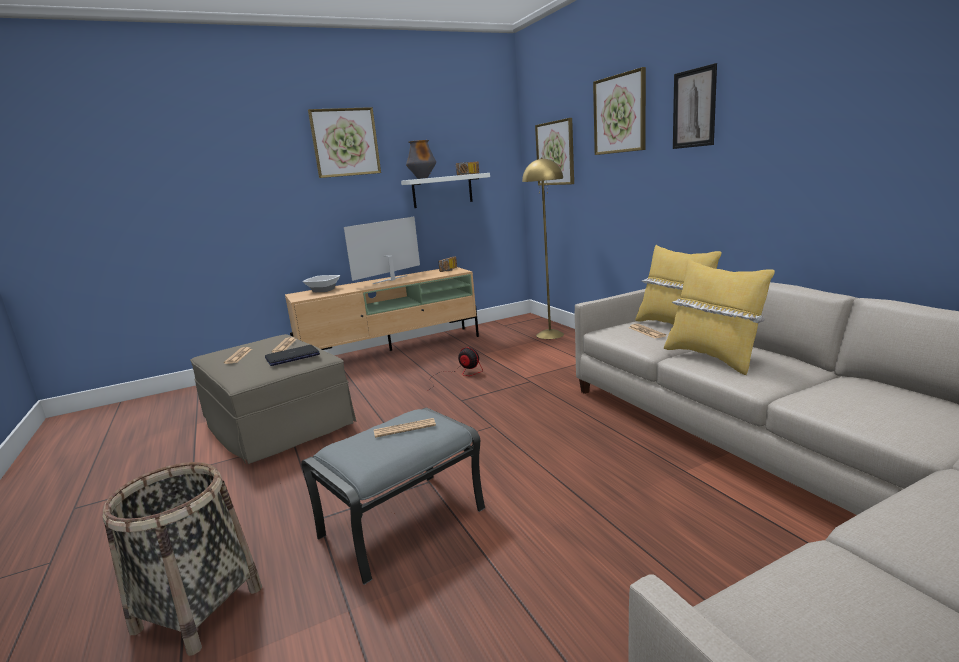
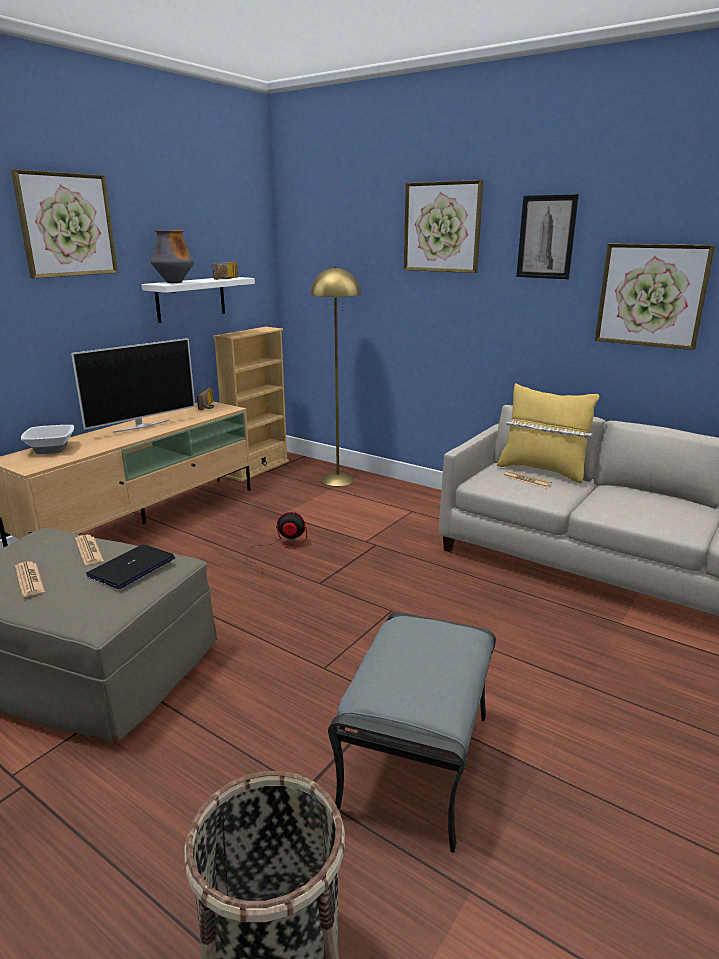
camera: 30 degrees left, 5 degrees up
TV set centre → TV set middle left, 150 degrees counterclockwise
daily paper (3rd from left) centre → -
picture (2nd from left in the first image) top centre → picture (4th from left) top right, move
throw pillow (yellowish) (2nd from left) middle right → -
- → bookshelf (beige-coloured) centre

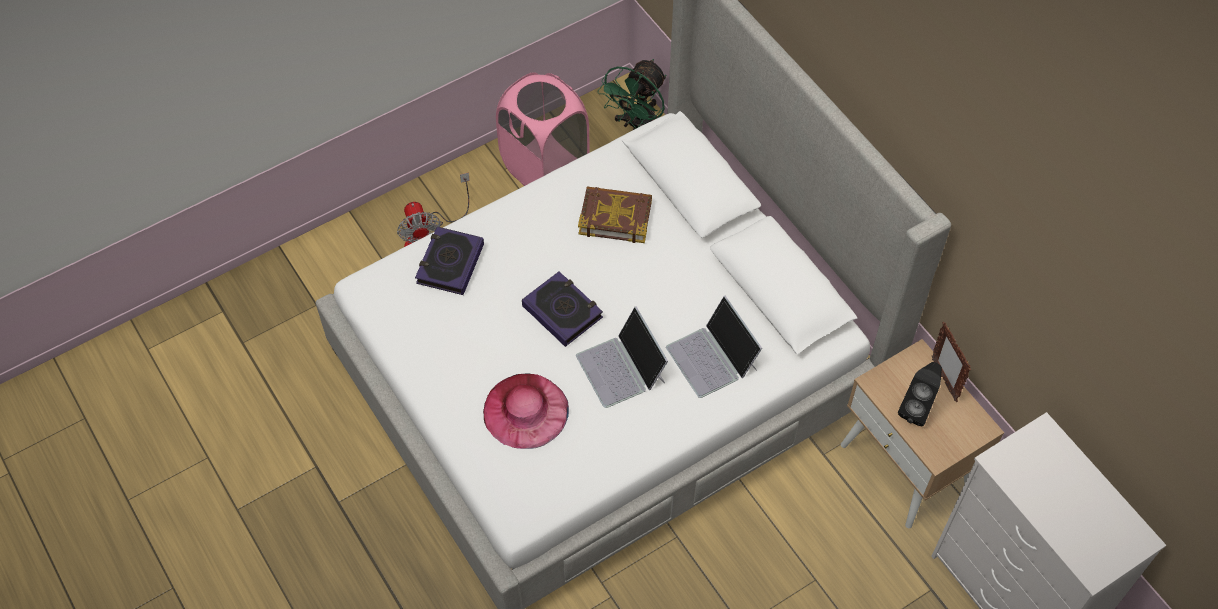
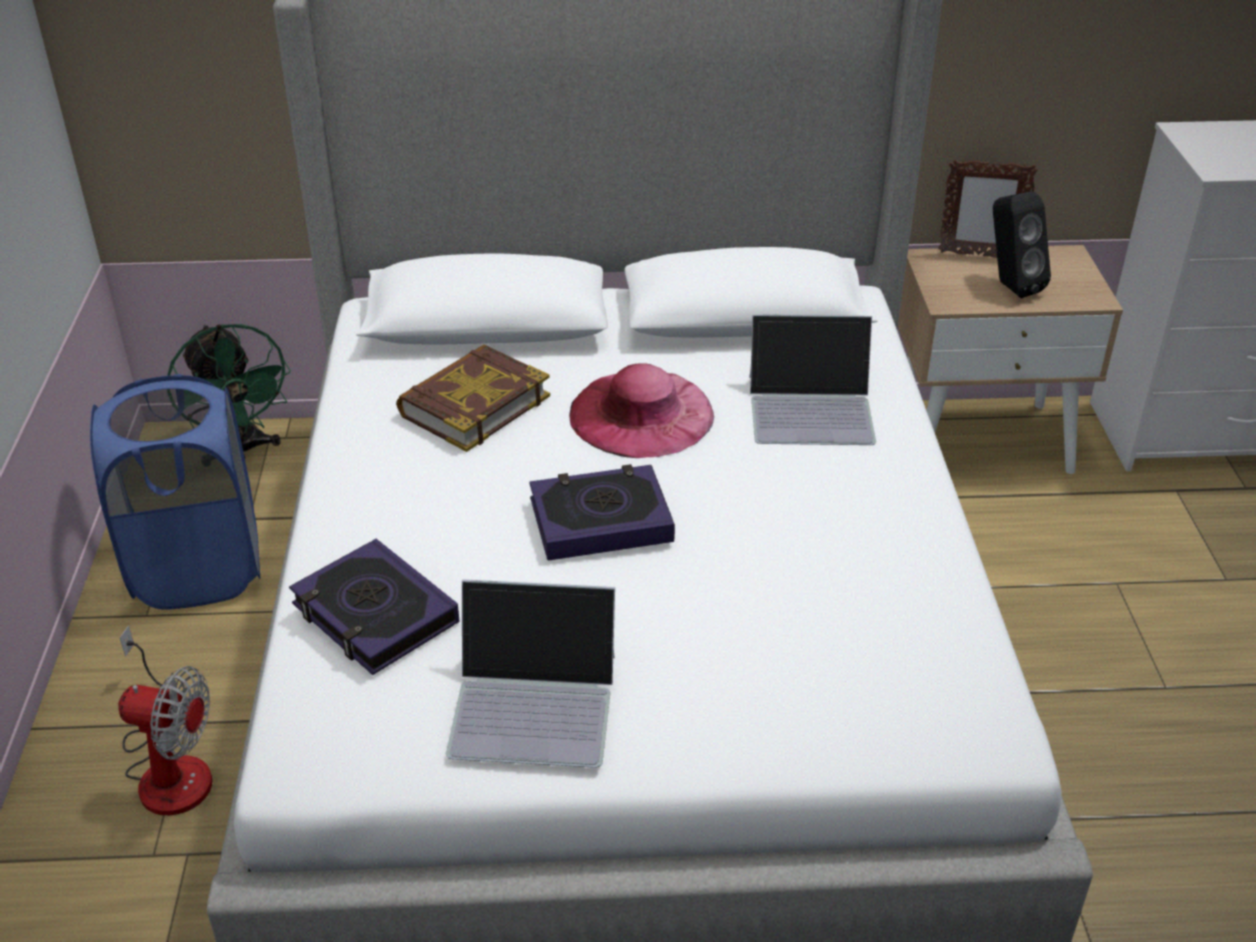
camera: 60 degrees left, 20 degrees down
hat (pink-coloured) bottom centre → hat (pink-coloured) centre, move
hamper (pink-coloured) top centre → hamper (bluish) middle left
notebook computer (1st from left) centre → notebook computer (1st from left) bottom centre, move

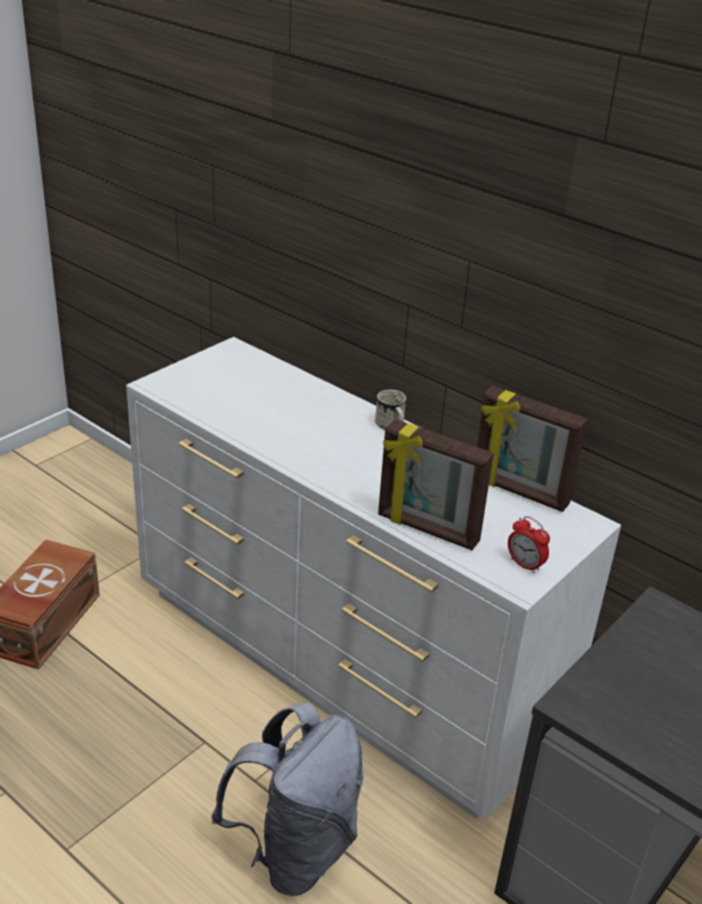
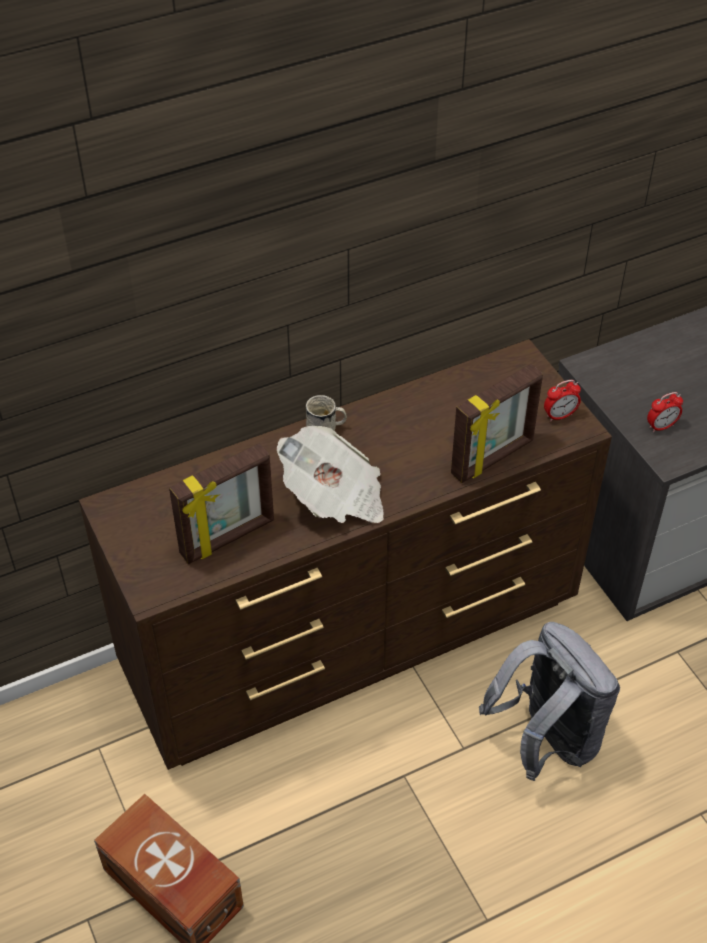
camera: 65 degrees left, 15 degrees up
drawer chest (white) centre → drawer chest (brown) centre
picture frame (2nd from left in the first image) middle right → picture frame (1st from left) middle left, move
- → daily paper centre
- → table clock (2nd from left) middle right

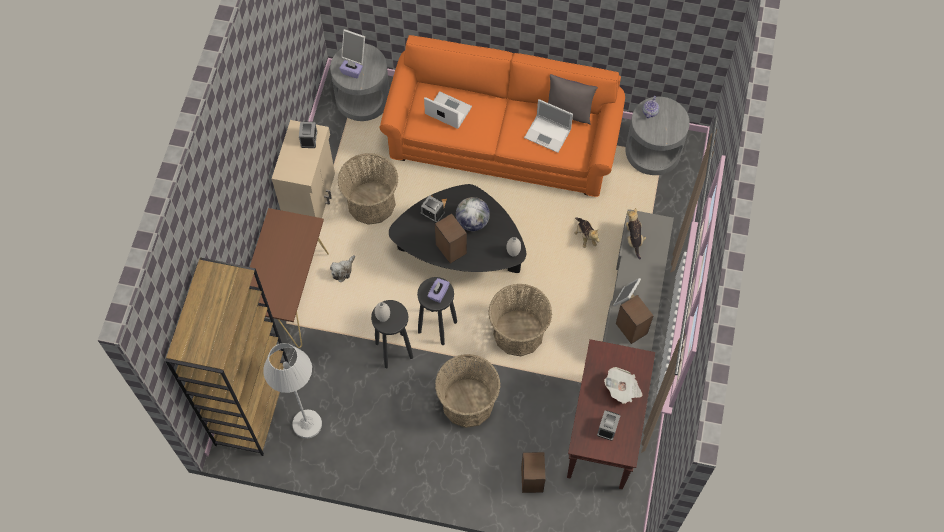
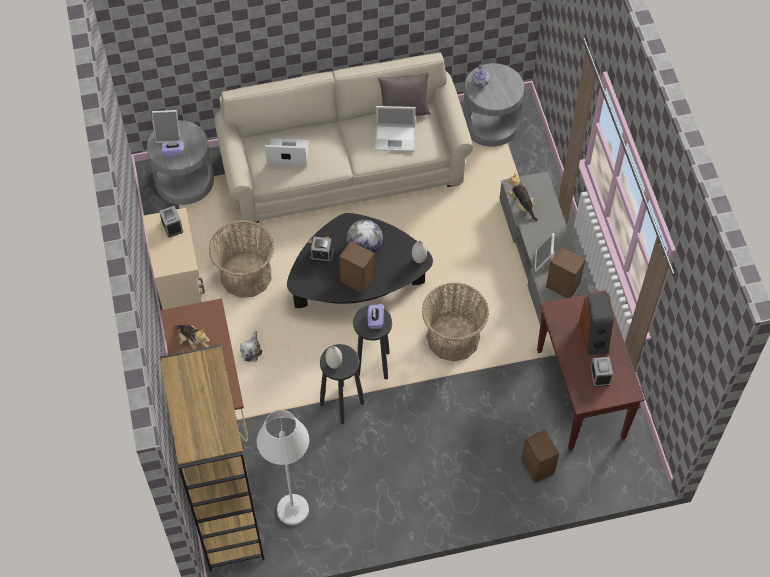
camera: 25 degrees left, 5 degrees down
settee (orange) top centre → settee (beige-coloured) top centre
household basket (2nd from left) bottom centre → -
soft toy (2nd from left in the first image) centre → soft toy (1st from left) middle left, move
daily paper bottom centre → loudspeaker (4th from left) middle right

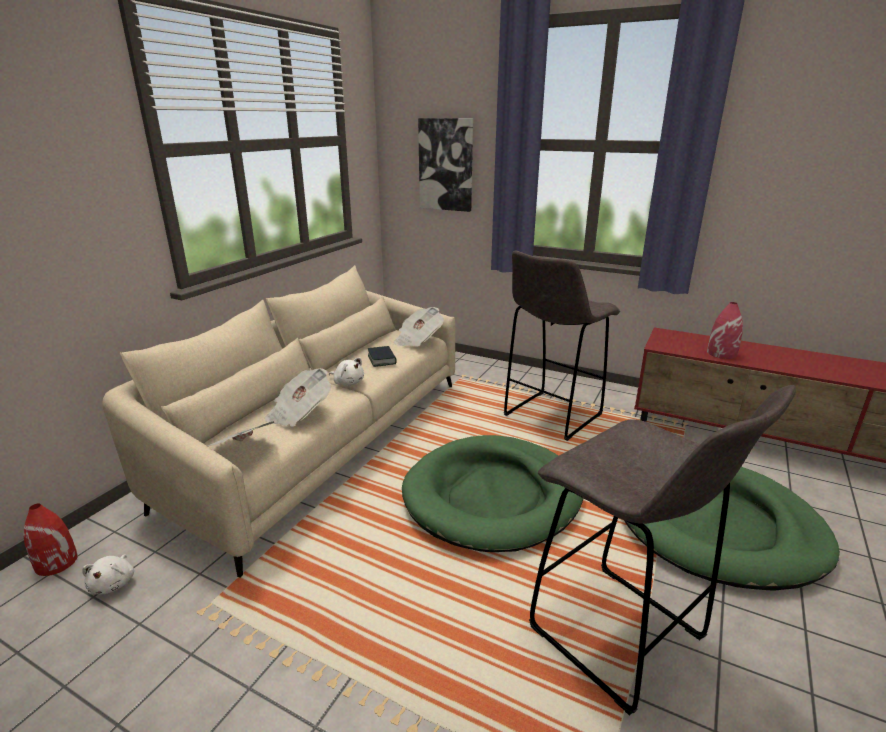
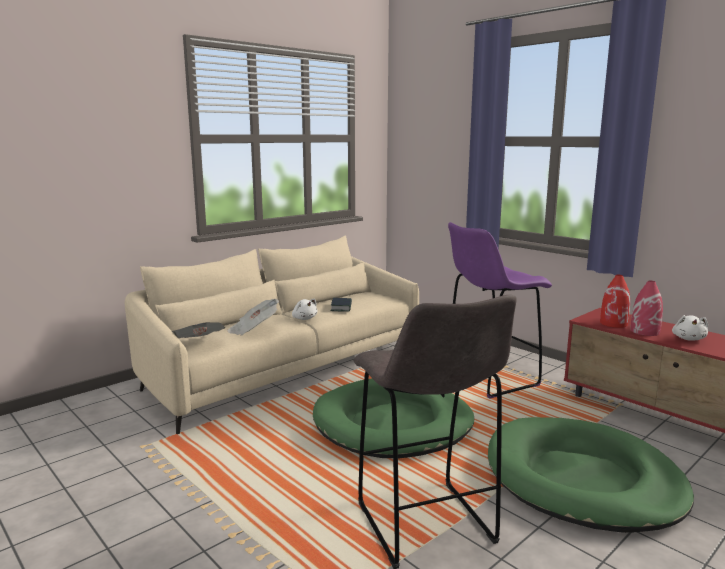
camera: 20 degrees right, 10 degrees down
decorative vase (red) (1st from left) bottom left → decorative vase (red) (1st from left) middle right, move
soft toy (white) (1st from left in the first image) bottom left → soft toy (white) (2nd from left) middle right, move
daily paper (3rd from left) centre → -
picture top centre → -
stool (gray) (1st from left) centre → stool (purplish) middle right

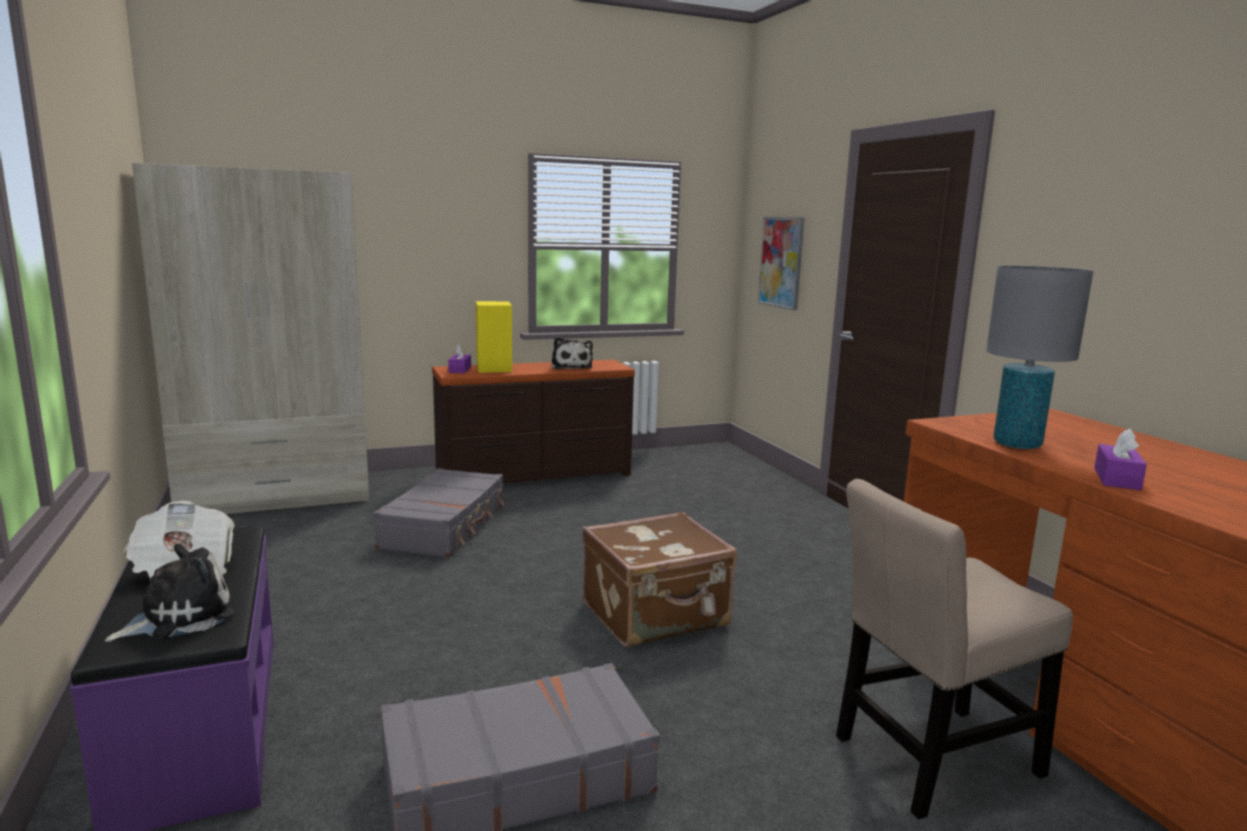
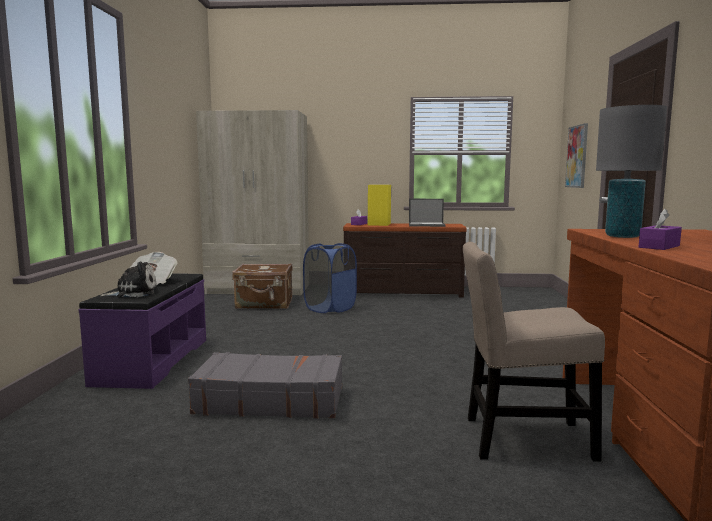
camera: 25 degrees right, 5 degrees down
piece of luggage (gray) (1st from left) centre → hamper (bluish) centre
soft toy (2nd from left) centre → notebook computer centre
piece of luggage (brown) bottom centre → piece of luggage (brown) centre, move

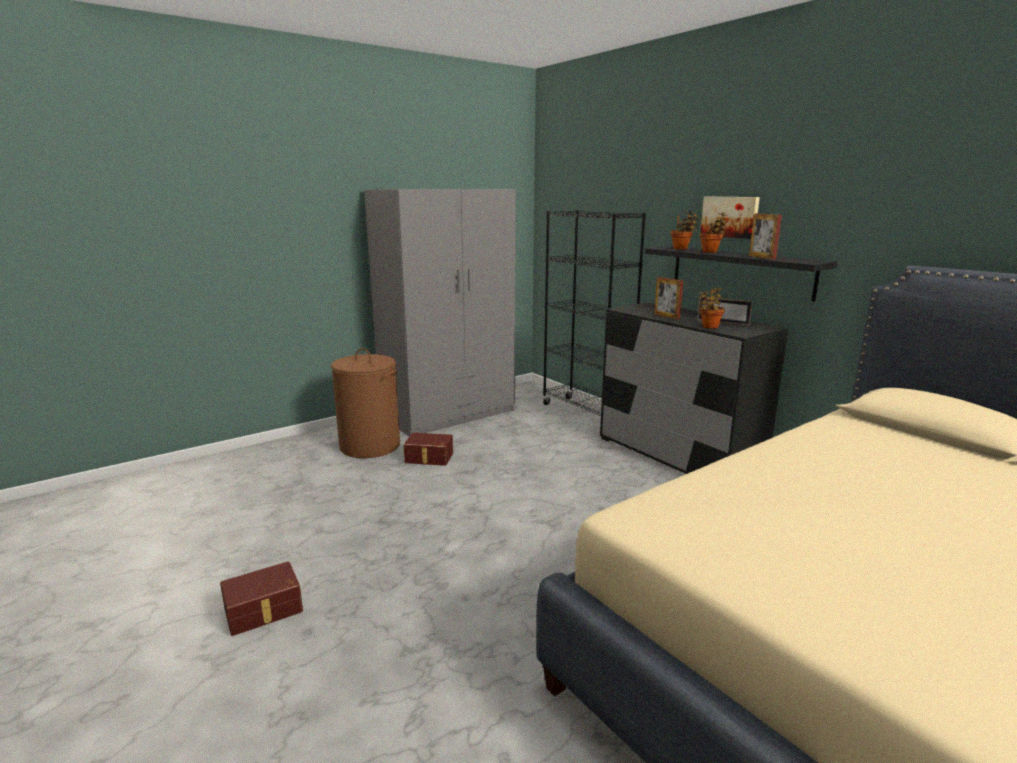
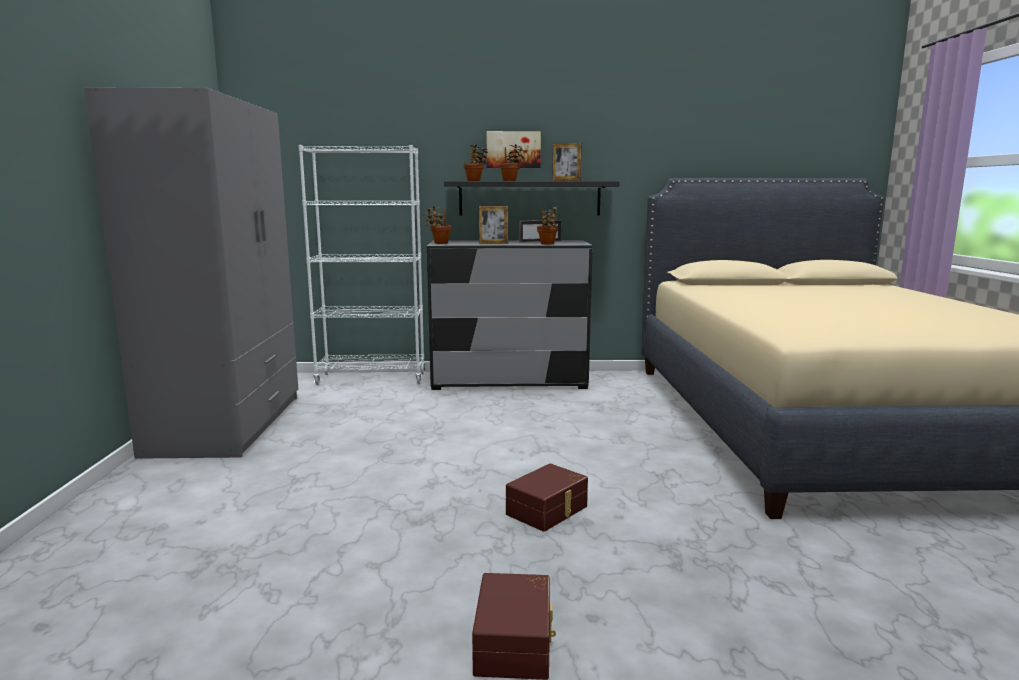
camera: 55 degrees left, 5 degrees down
hamper (brown) centre → -
storage bin (brown) (2nd from left) centre → storage bin (brown) (2nd from left) bottom centre, move
bookshelf (black) centre → bookshelf (white) centre
- → houseplant (1st from left) top centre

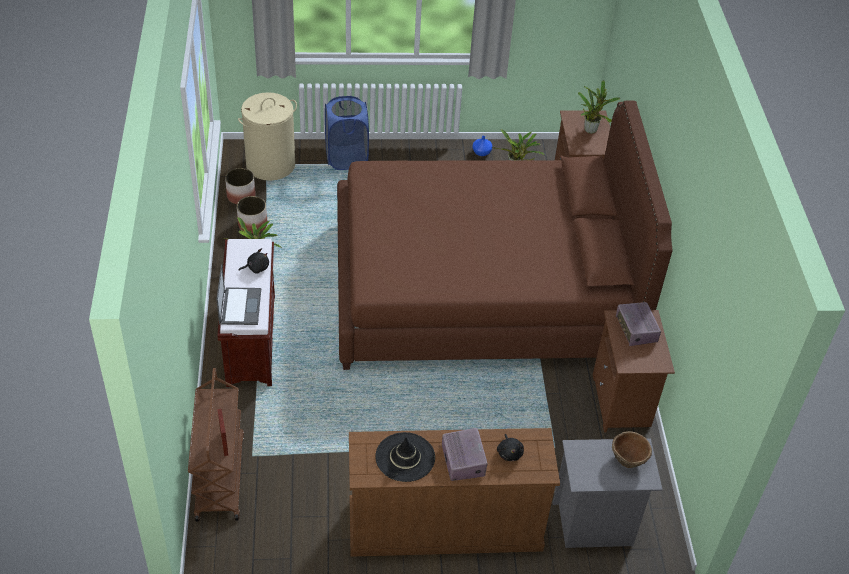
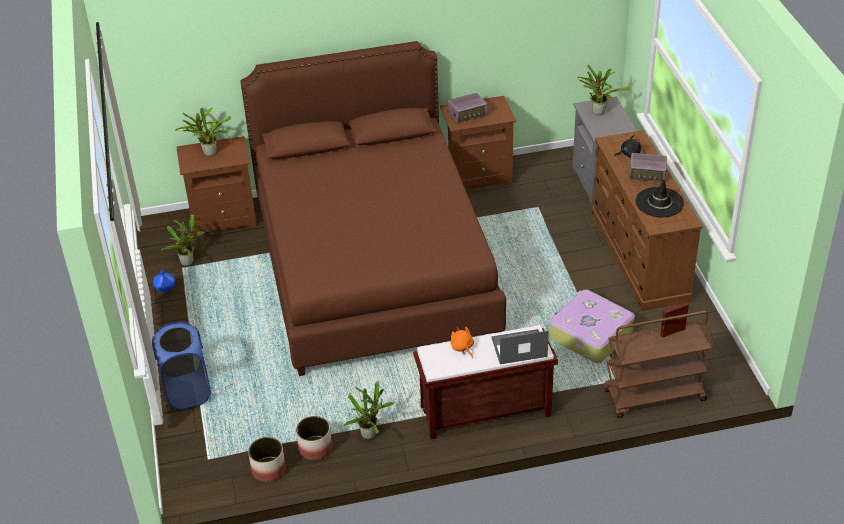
camera: 95 degrees left, 5 degrees down
hamper (beige-coloured) top left → -
soft toy (black) (1st from left) middle left → soft toy (orange) centre
radio set (1st from left in the first image) bottom centre → radio set (2nd from left) top right, 150 degrees counterclockwise
serving bowl (brown) bottom right → houseplant (4th from left) top right
- → piece of luggage middle right

